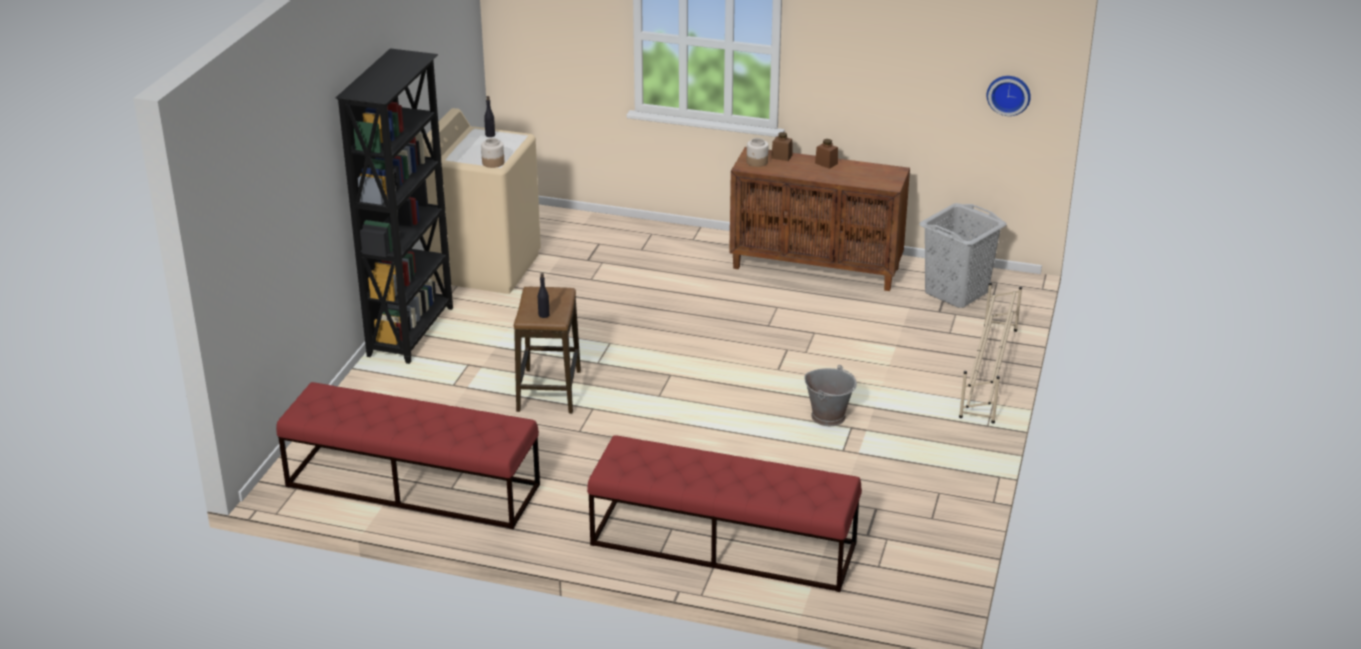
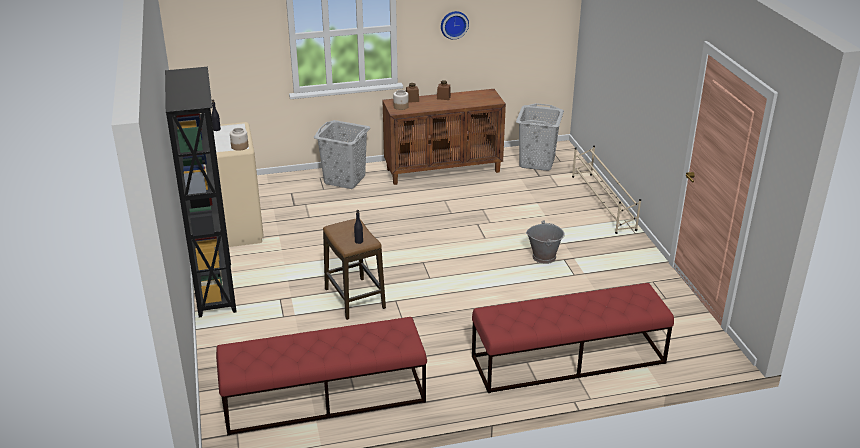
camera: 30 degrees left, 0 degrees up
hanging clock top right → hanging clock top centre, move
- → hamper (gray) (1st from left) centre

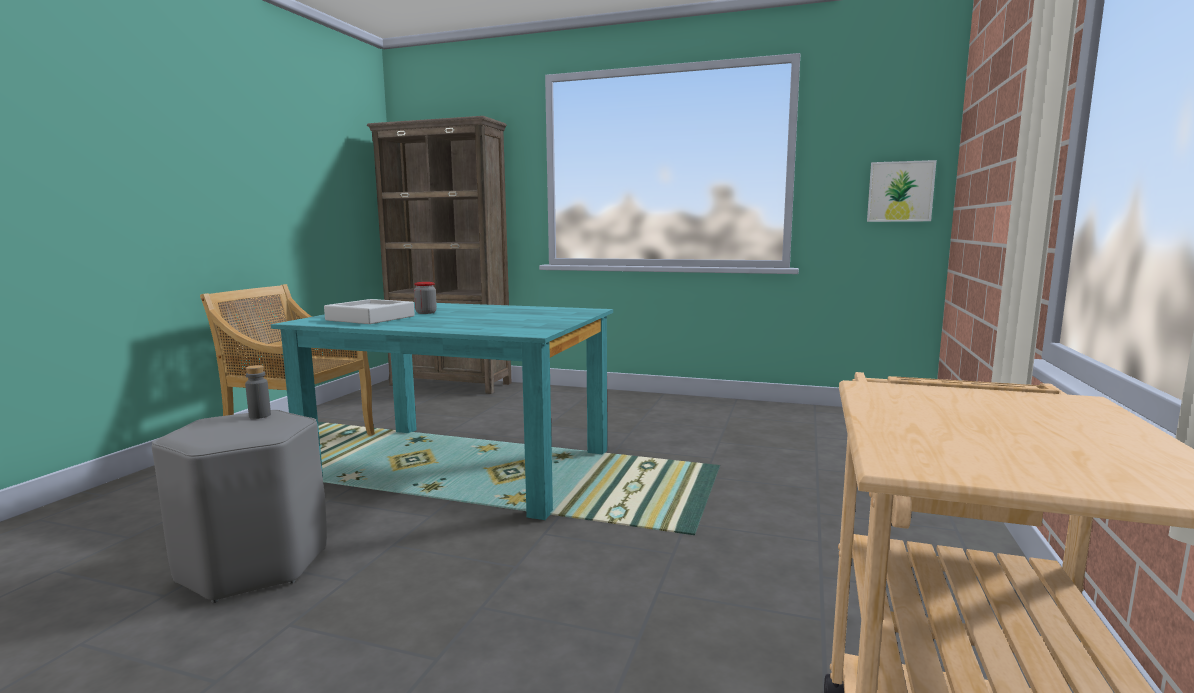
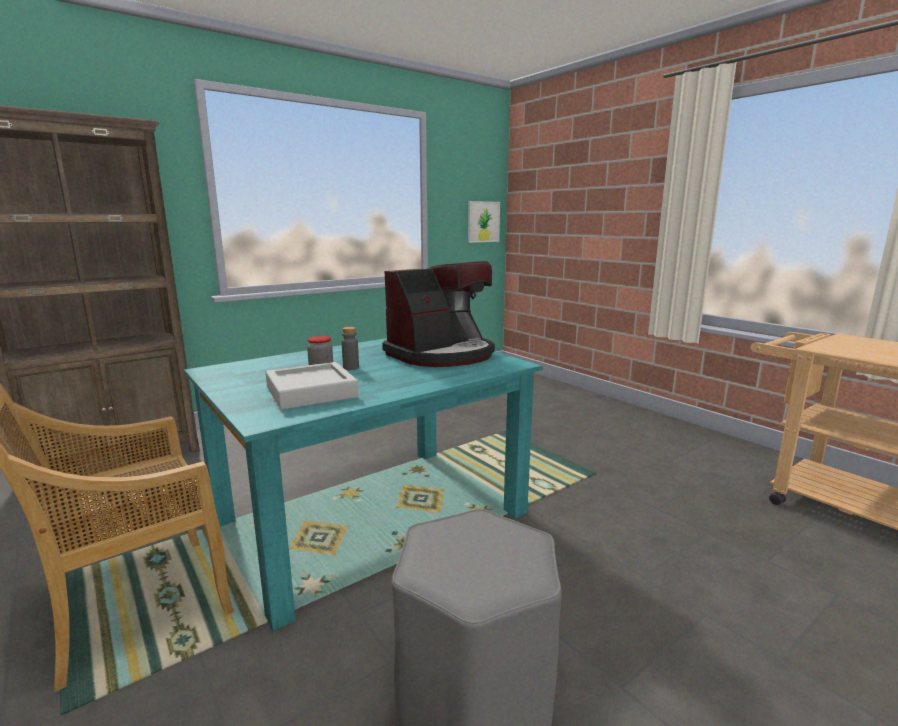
camera: 55 degrees left, 5 degrees up
bottle (gray) middle left → bottle (gray) centre, move
- → coffee brewer centre

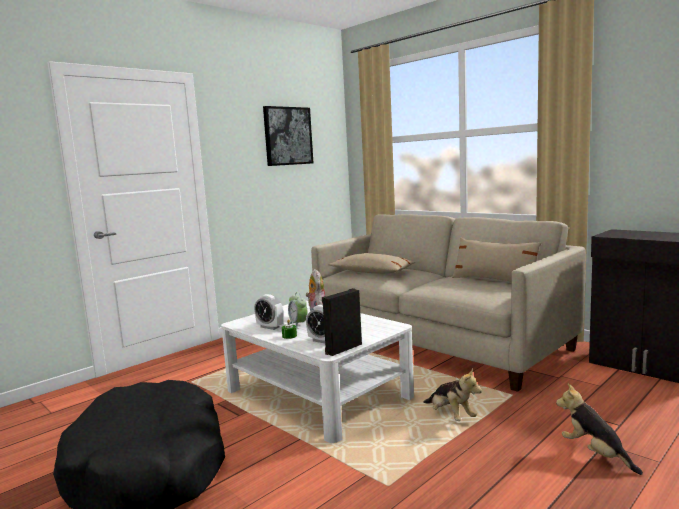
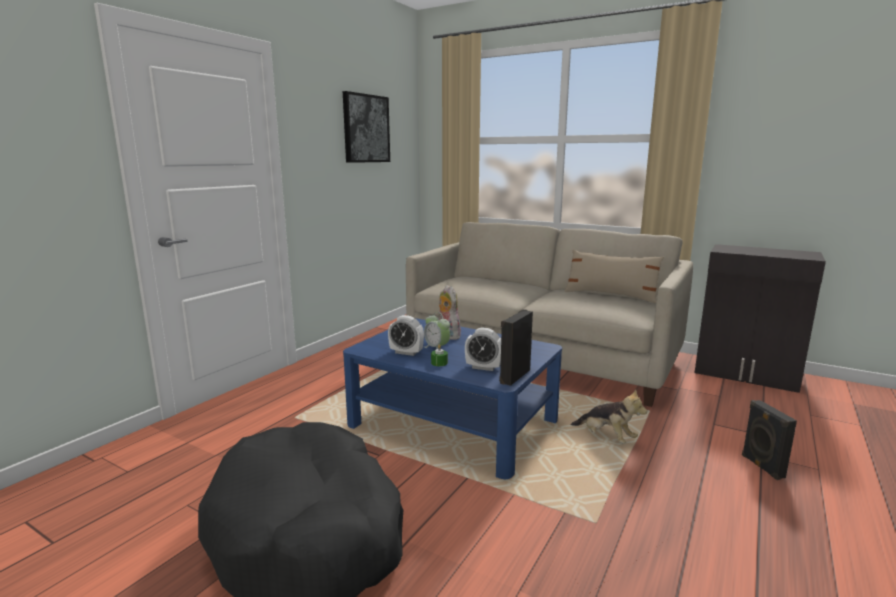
camera: 15 degrees left, 5 degrees up
coffee table (white) bottom centre → coffee table (bluish) bottom centre
throw pillow (beige-coloured) (1st from left) centre → -
soft toy (3rd from left) bottom right → loudspeaker (black) (2nd from left) bottom right

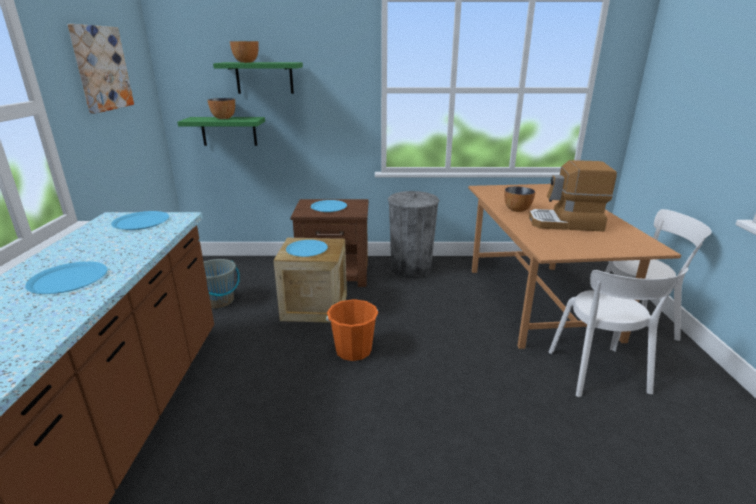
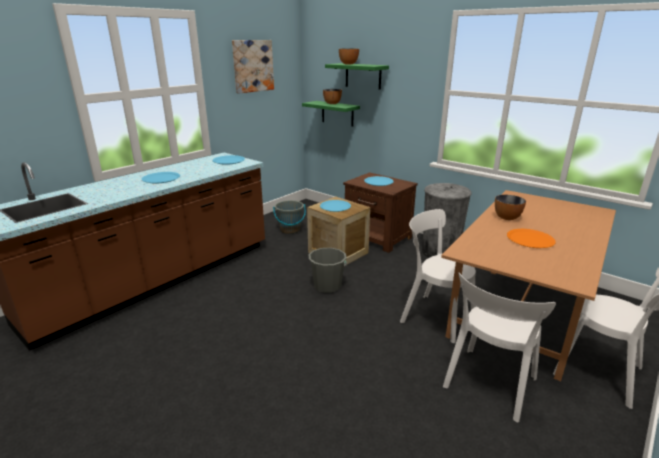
camera: 40 degrees right, 0 degrees up
water bucket (orange) centre → water bucket (gray) (2nd from left) centre
coffee brewer middle right → plate (orange) middle right
- → chair (white) (1st from left) centre

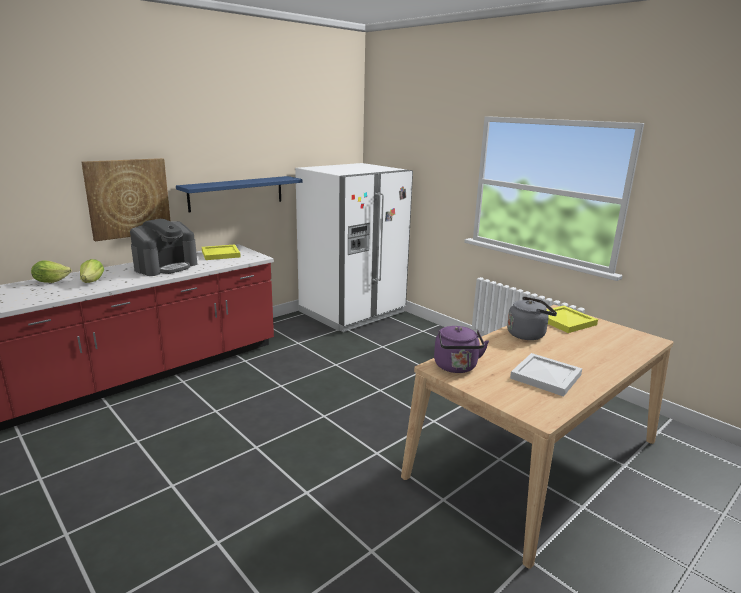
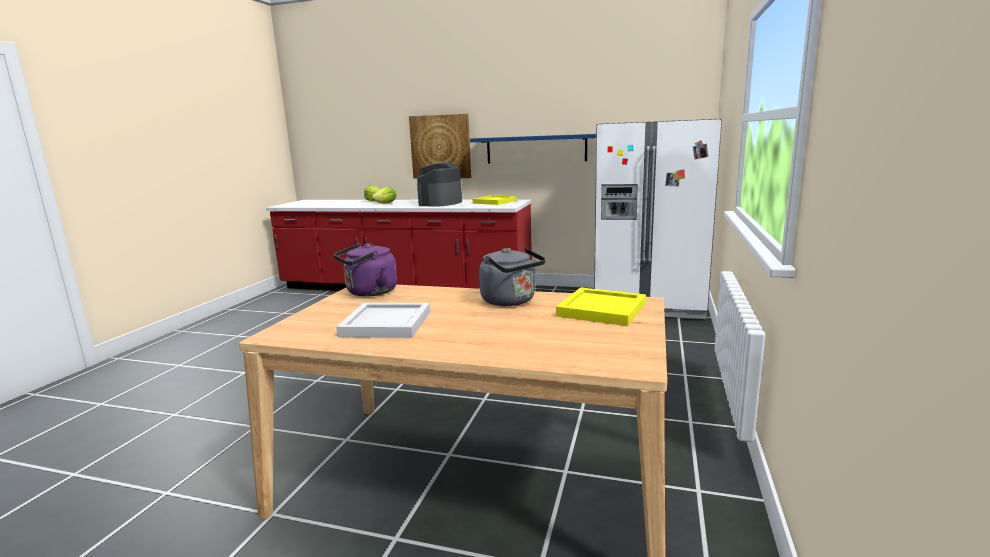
camera: 60 degrees right, 5 degrees down
coffee brewer middle left → coffee brewer top centre, 105 degrees clockwise

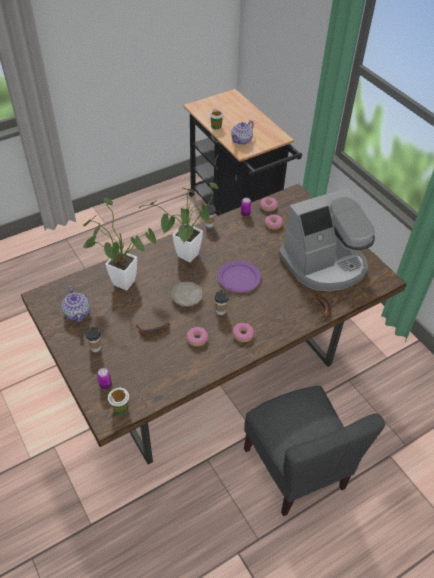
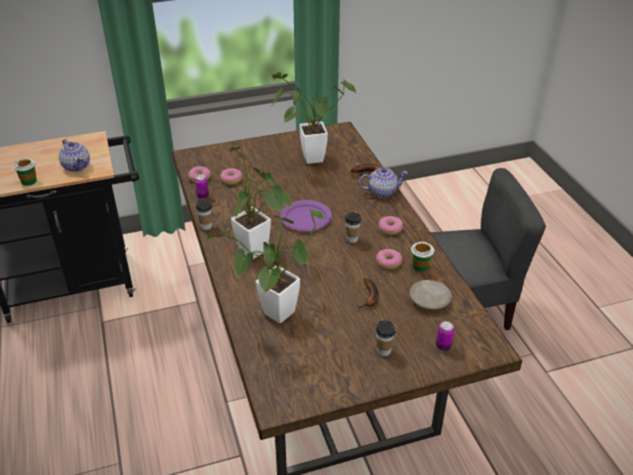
camera: 75 degrees left, 10 degrees down
tea pot (1st from left in the first image) middle left → tea pot (2nd from left) centre, move
cup (2nd from left in the first image) bottom left → cup (5th from left) middle right, move
plate (beige-coloured) centre → plate (beige-coloured) middle right, move
coffee brewer middle right → houseplant (3rd from left) top centre

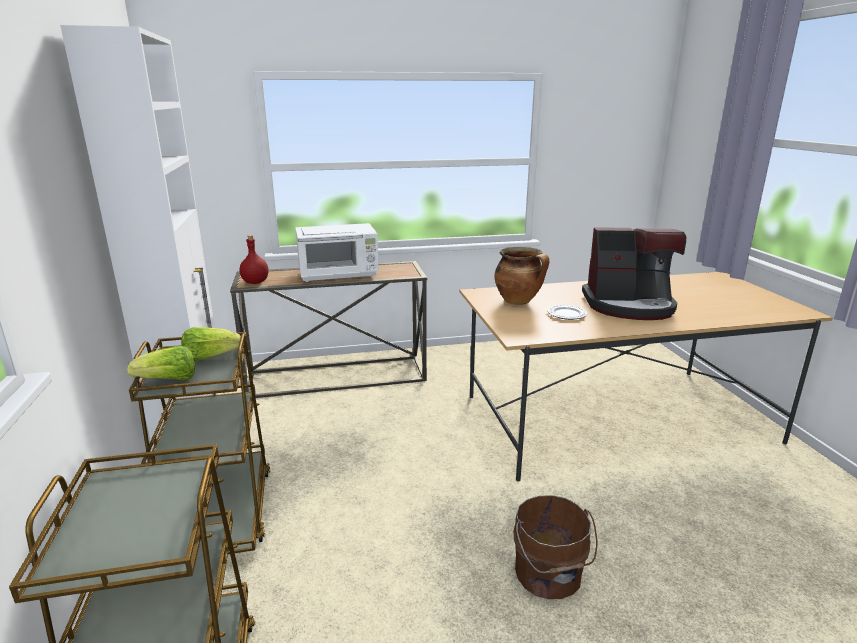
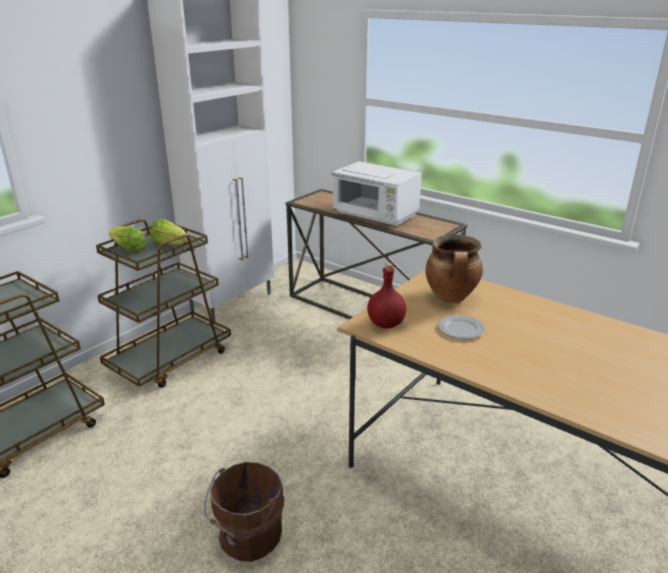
camera: 50 degrees right, 5 degrees up
bottle (red) middle left → bottle (red) centre, move
coffee brewer middle right → -

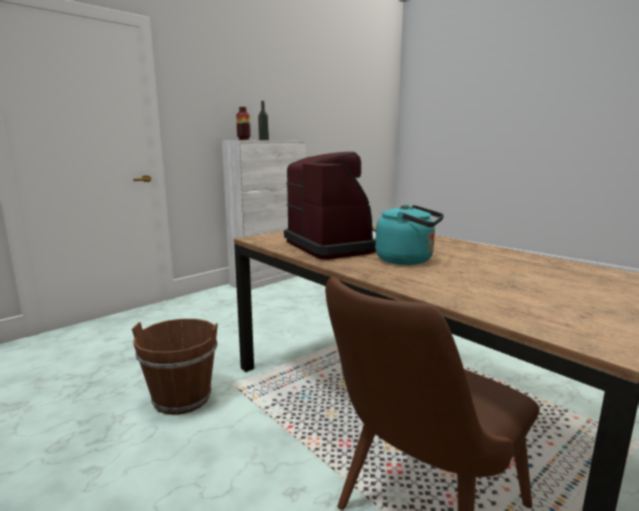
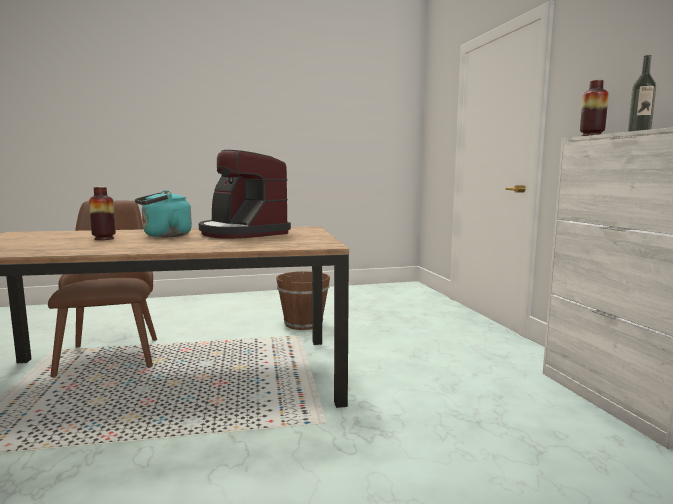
camera: 120 degrees right, 5 degrees down
coffee brewer centre, 45 degrees clockwise
- → decorative vase (1st from left) middle left

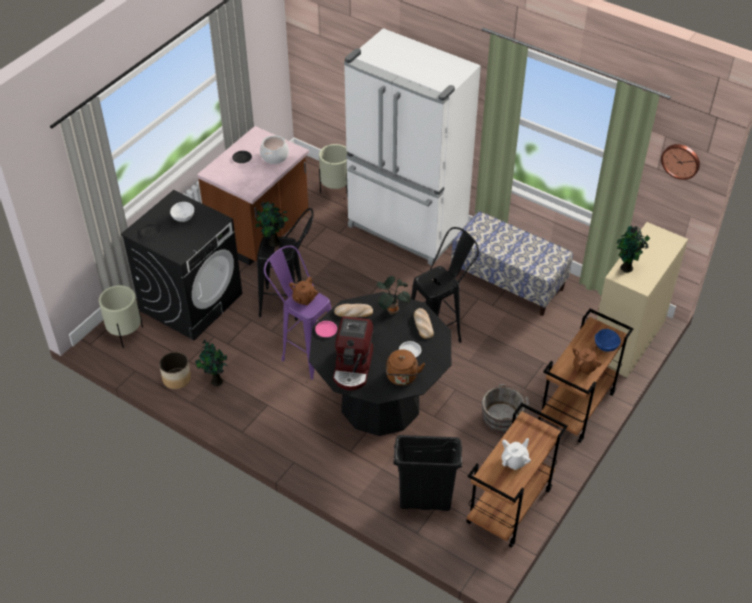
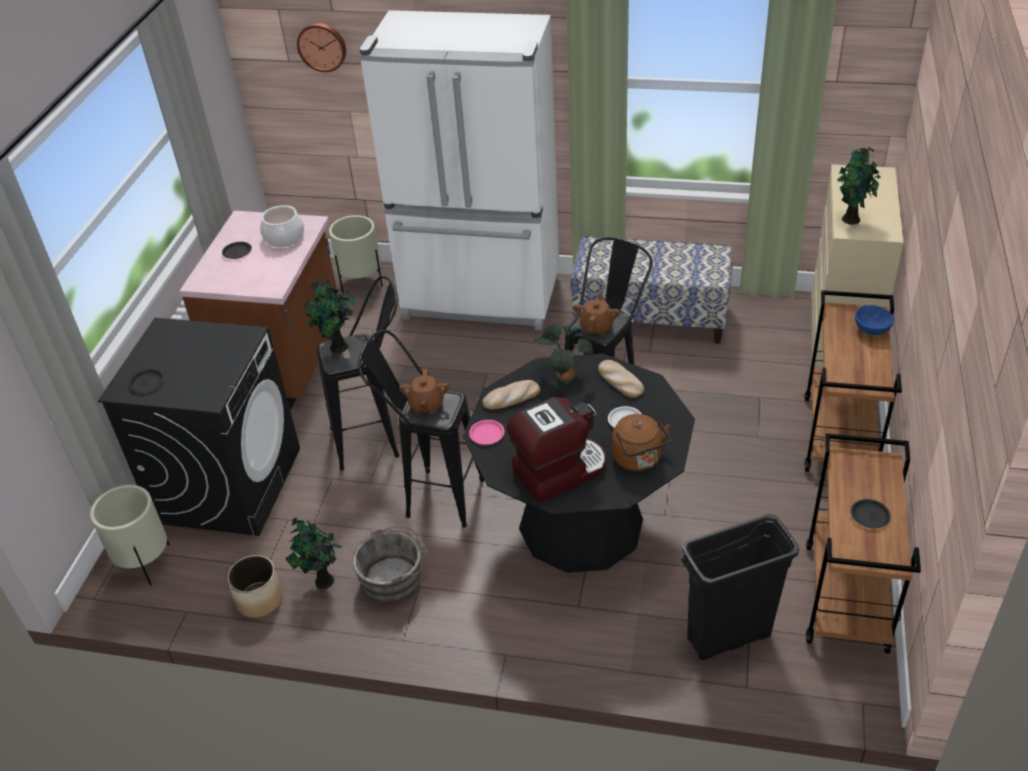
camera: 20 degrees left, 5 degrees down
serving bowl (white) middle left → -
stool (purplish) centre → stool (black) (2nd from left) centre
coffee brewer centre, 105 degrees counterclockwise
water bucket (gray) bottom right → water bucket (gray) bottom centre, move
tea pot (white) bottom right → plate (black) (3rd from left) middle right
tea pot (brown) (2nd from left) middle right → tea pot (brown) (2nd from left) centre, move
hanging clock top right → hanging clock top left, move

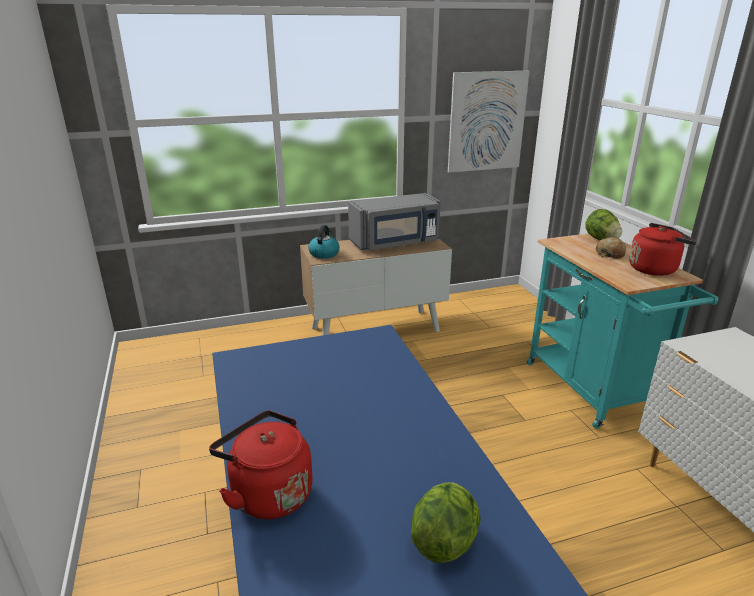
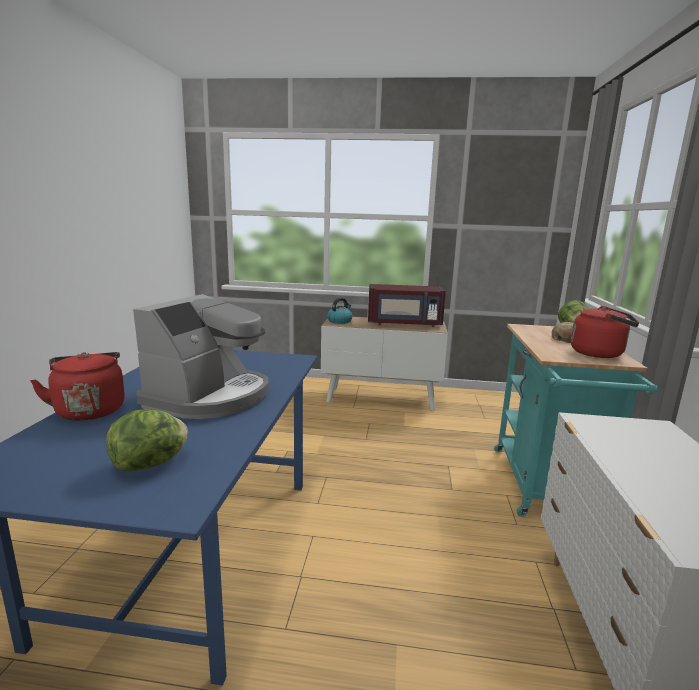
camera: 25 degrees right, 10 degrees down
microwave oven (gray) centre → microwave oven (red) centre
picture top centre → -
- → coffee brewer middle left

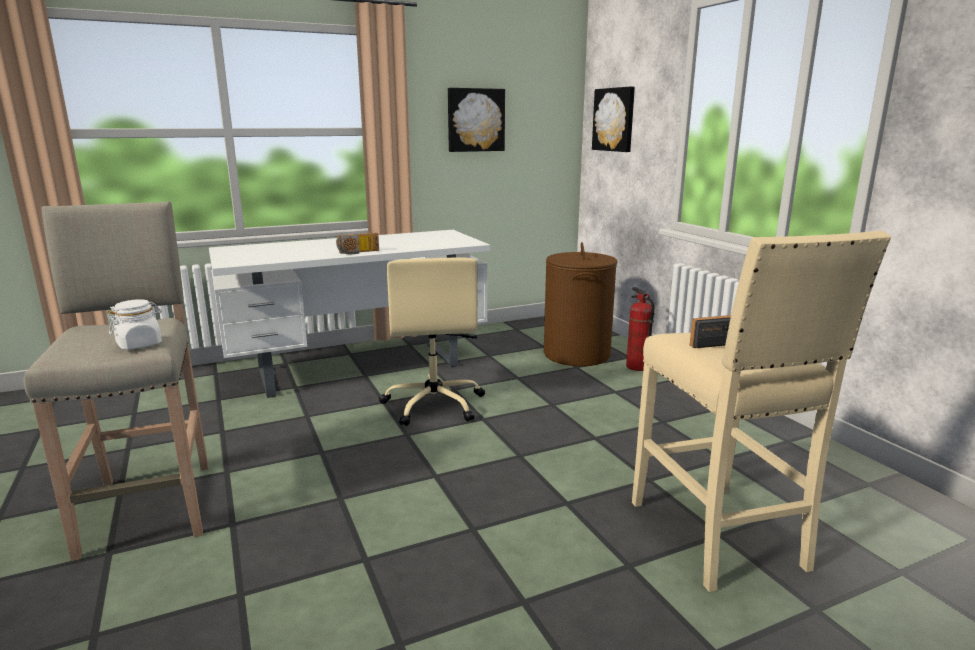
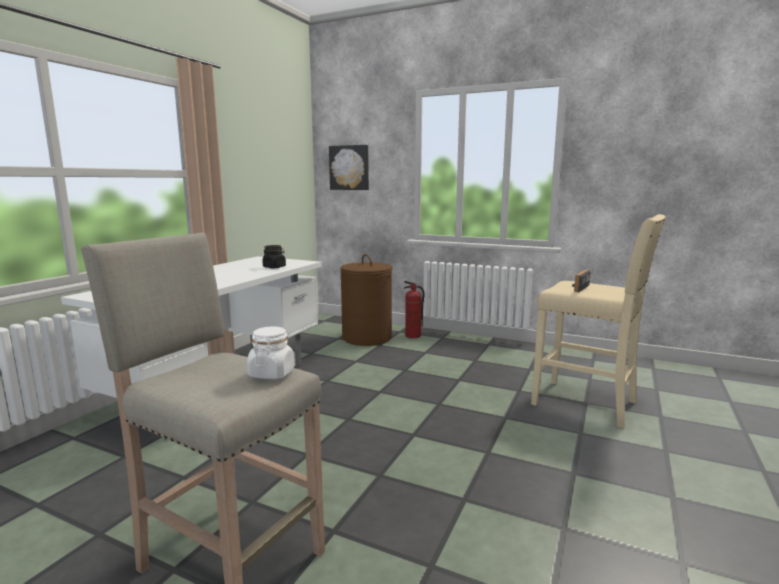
camera: 40 degrees left, 5 degrees down
radio set (1st from left) centre → -
computer chair (beige-coloured) centre → -
picture (1st from left) top centre → -
- → jar (black) centre

